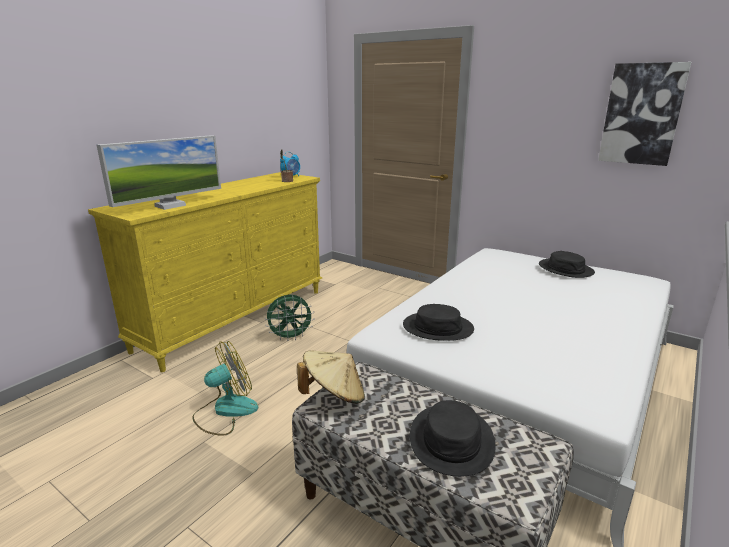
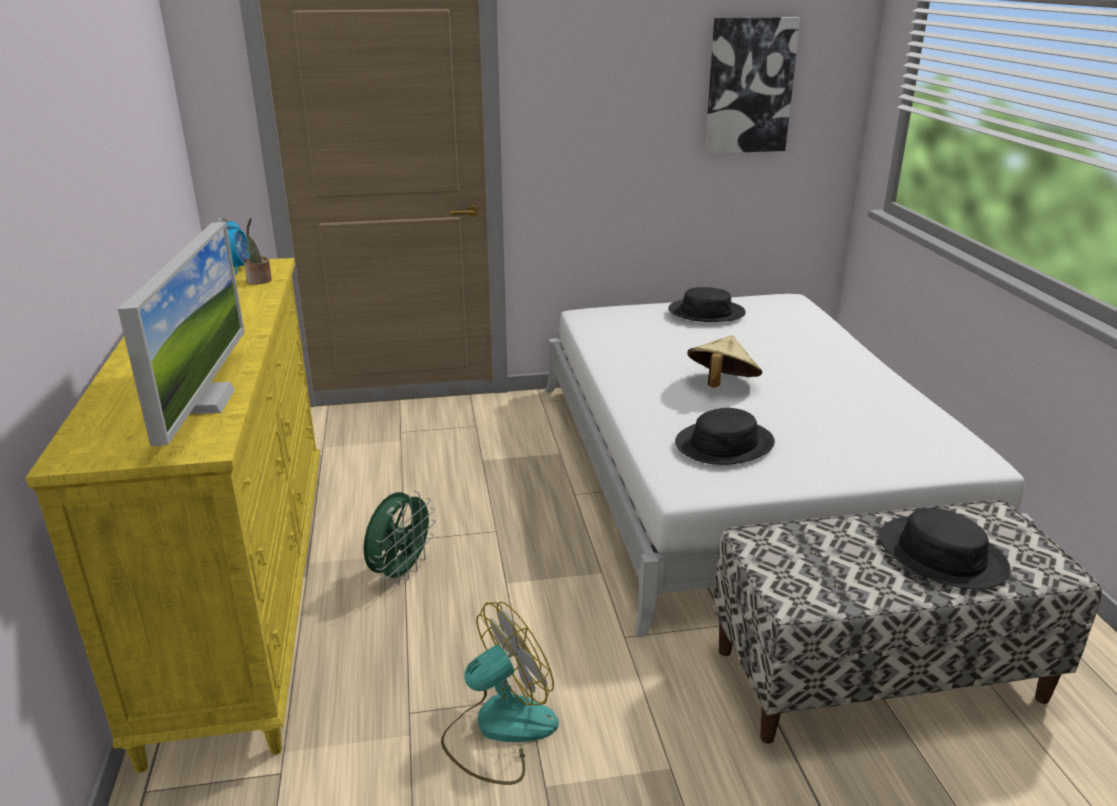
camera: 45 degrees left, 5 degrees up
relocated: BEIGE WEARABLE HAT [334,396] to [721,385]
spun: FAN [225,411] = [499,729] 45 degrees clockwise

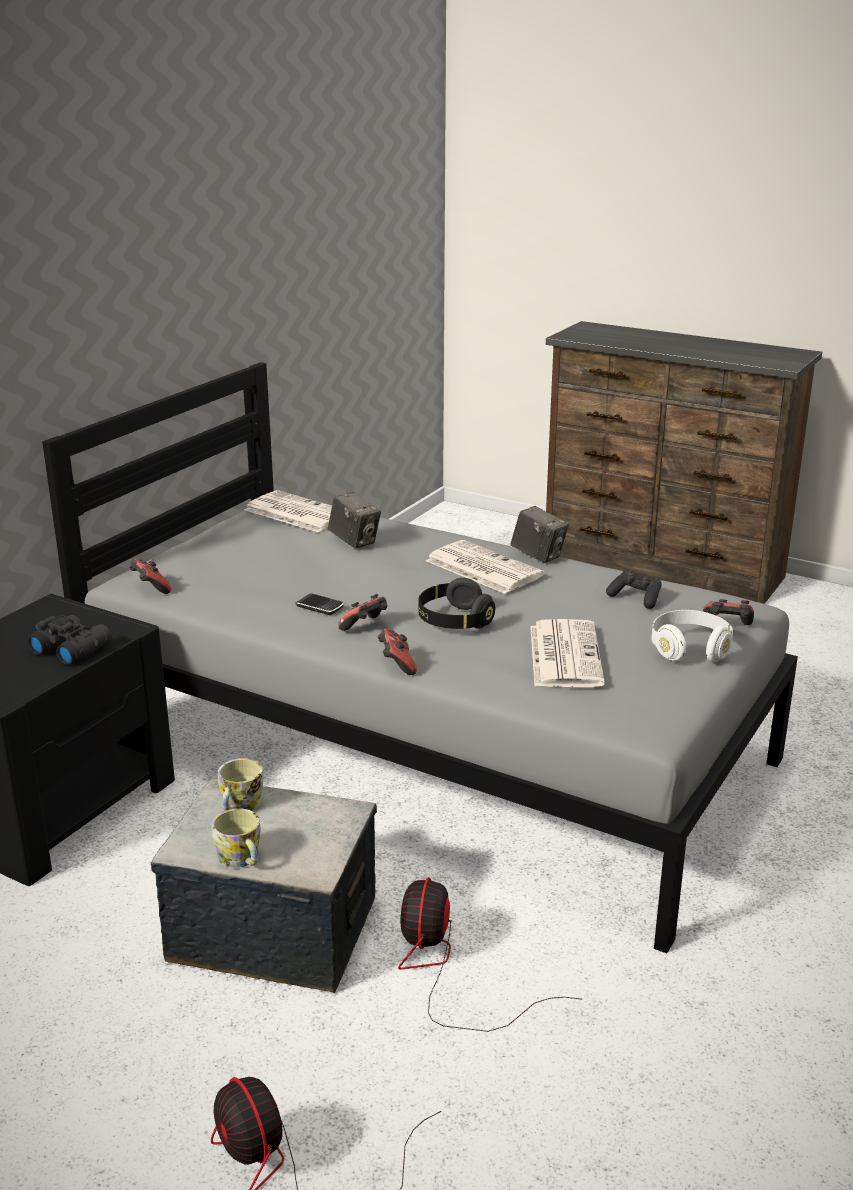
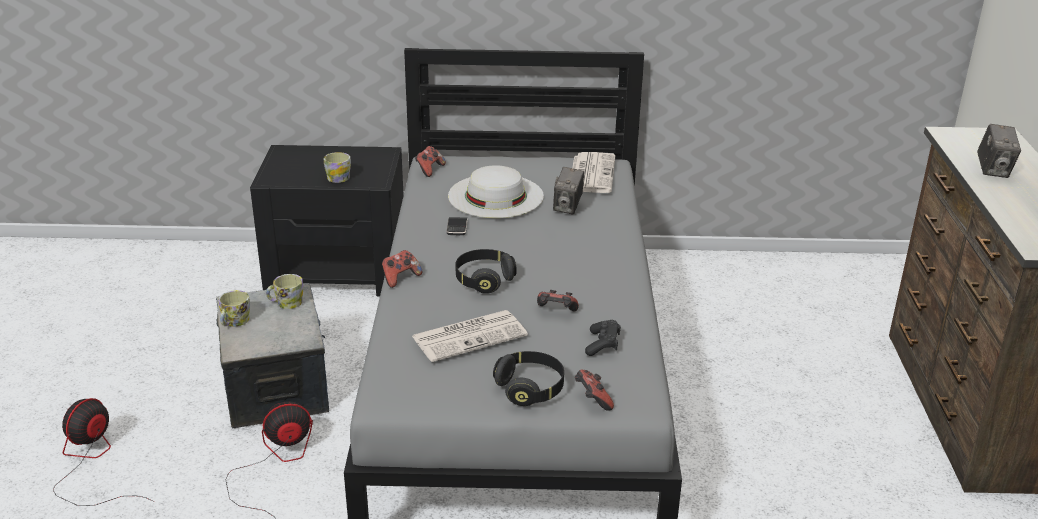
camera: 60 degrees right, 5 degrees up
missing: PRINTED PAPER [482,568]
appeared: WHITE WEARABLE HAT [495,196]
relocated: JOYPAD [365,627] to [556,312]; PHOTO CAMERA [538,556] to [993,170]
exchanged: BLACKISH BINOCULARS [71,648] to COFFEE MUG [339,176]
colour: WHITE PAIR OF HEADPHONES [689,649] to BLACKISH PAIR OF HEADPHONES [530,389]

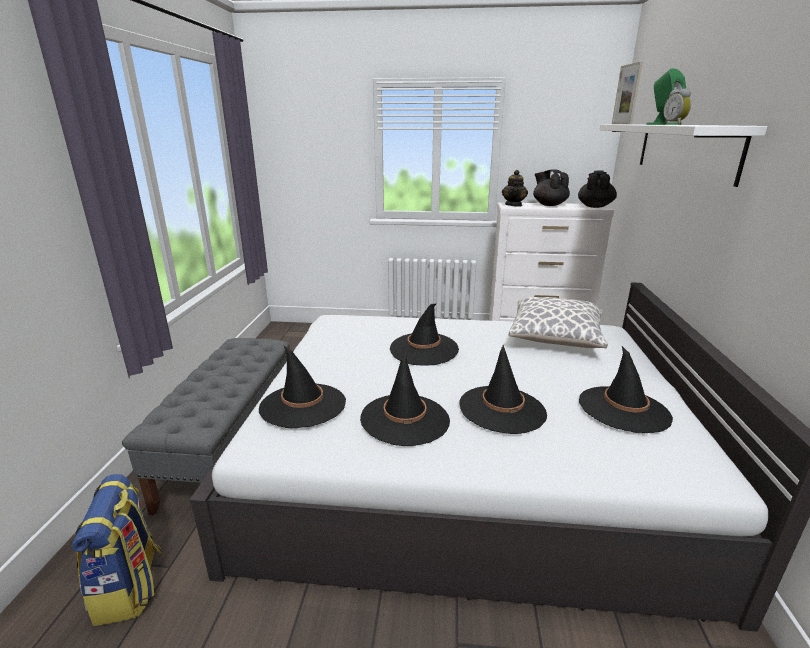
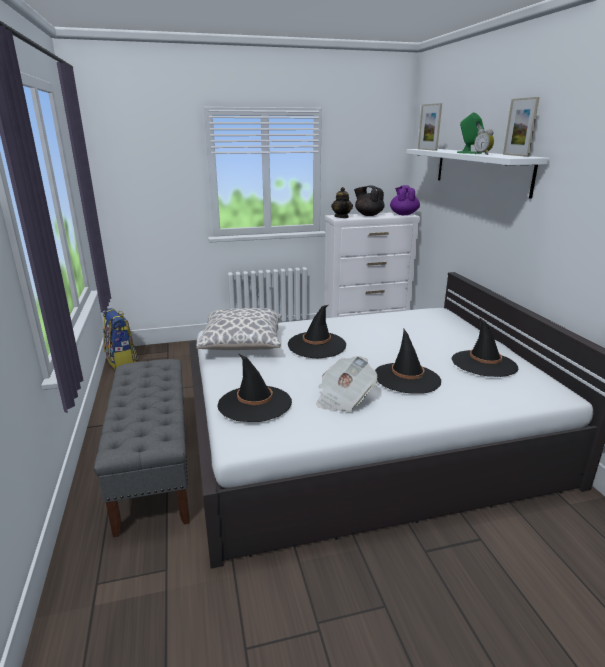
camera: 20 degrees left, 0 degrees up
appeared: PICTURE FRAME [515,155]
relocated: RUCKSACK [130,587] to [122,361]; THROW PILLOW [555,339] to [243,345]
exchanged: BLACKISH WEARABLE HAT [405,419] to PRINTED PAPER [343,398]
colour: BLACKISH TEAPOT [595,206] to PURPLISH TEAPOT [403,214]

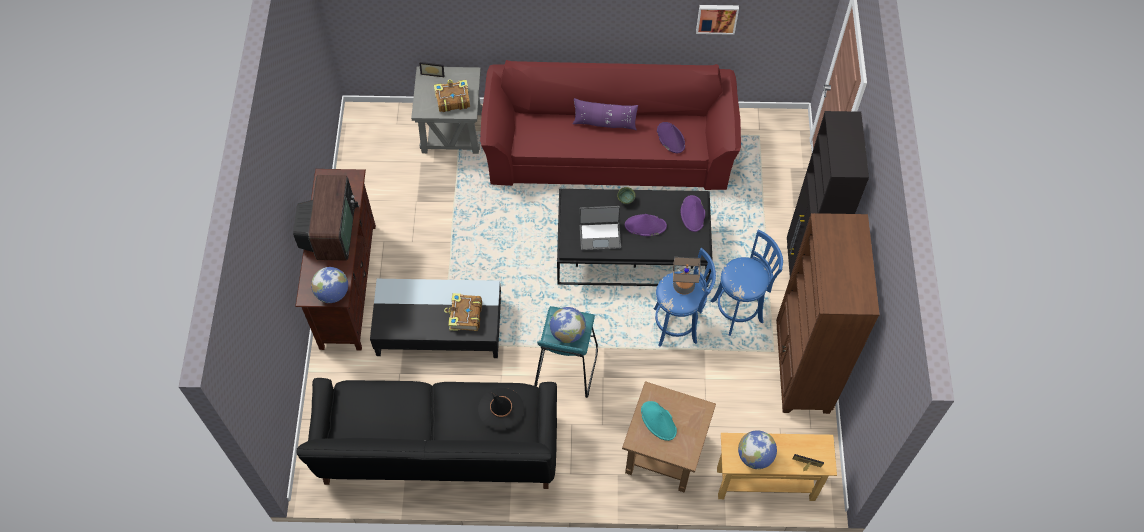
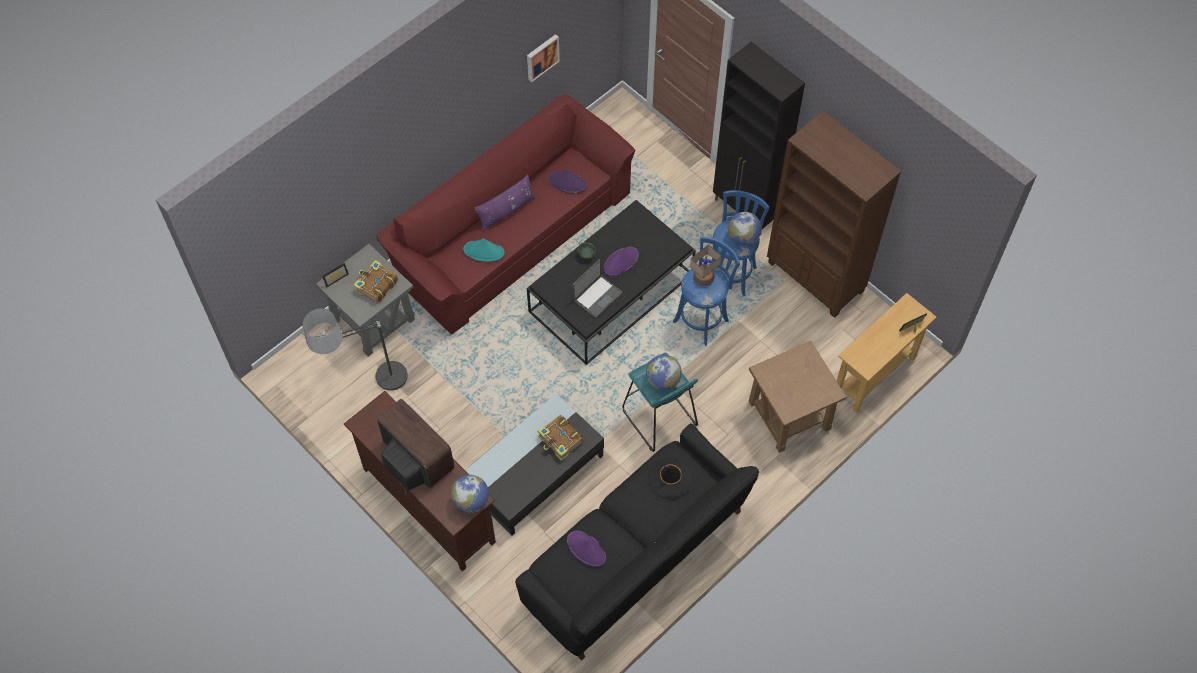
camera: 45 degrees left, 0 degrees up
appeared: FLOOR LAMP [370,392]
relocated: BLUE-GREEN WEARABLE HAT [658,421] to [484,251]; PURPLISH WEARABLE HAT [693,214] to [586,549]; GLOBE [755,456] to [743,237]

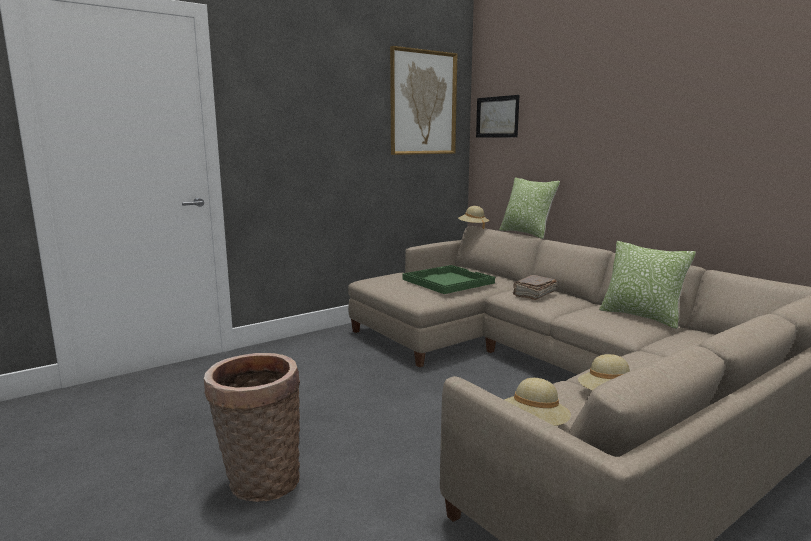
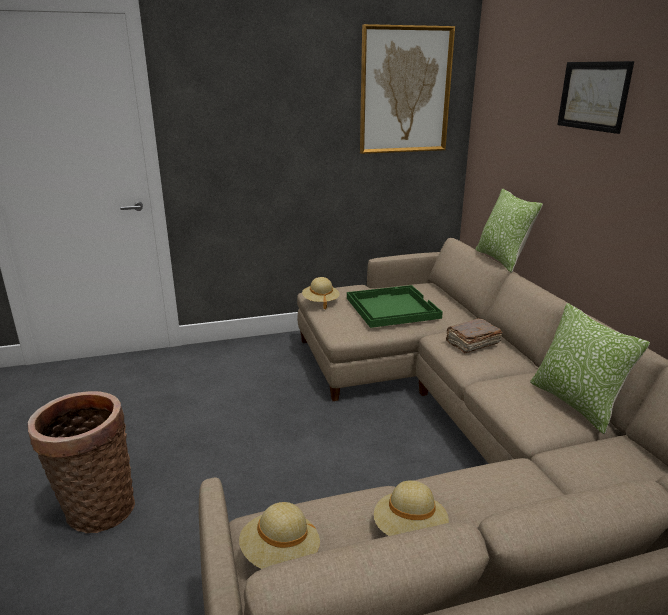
camera: 20 degrees right, 10 degrees up
relocated: BEIGE WEARABLE HAT [473,227] to [320,302]; WALL PICTURE [497,117] to [593,96]

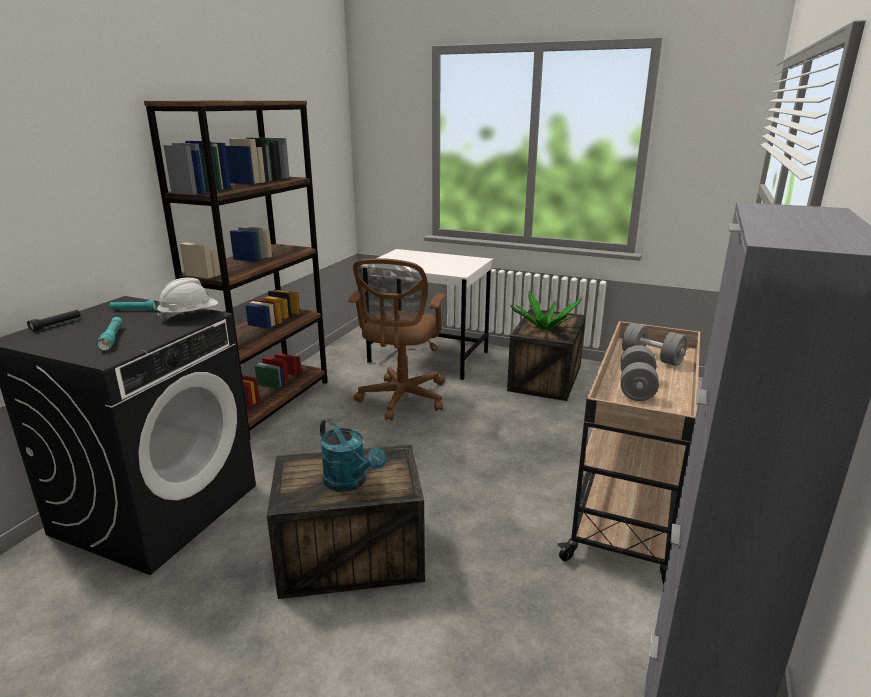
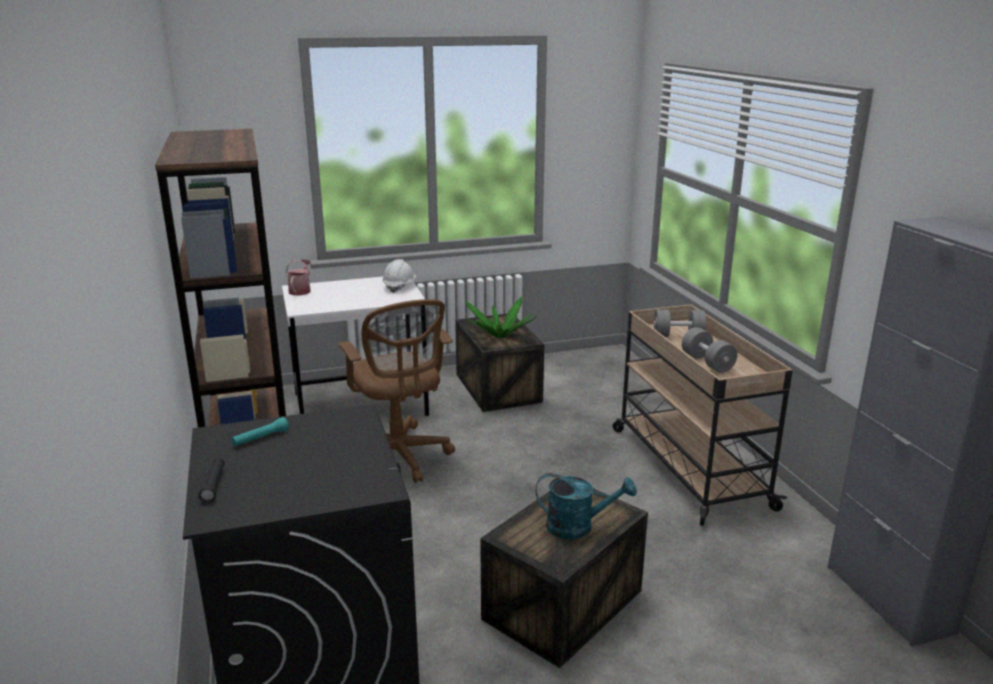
camera: 40 degrees left, 0 degrees up
missing: BLUE-GREEN HAND TORCH [112,338]
appeared: WATERING CAN [300,290]
relocated: WHITE HARD HAT [190,316] to [399,287]

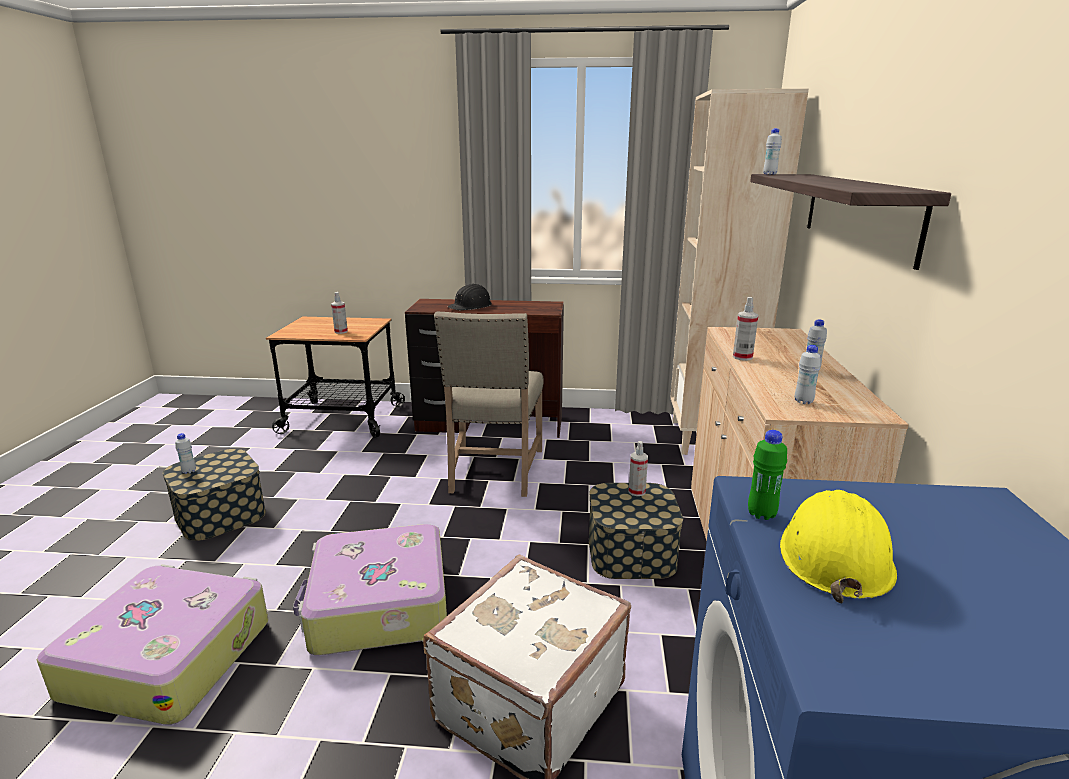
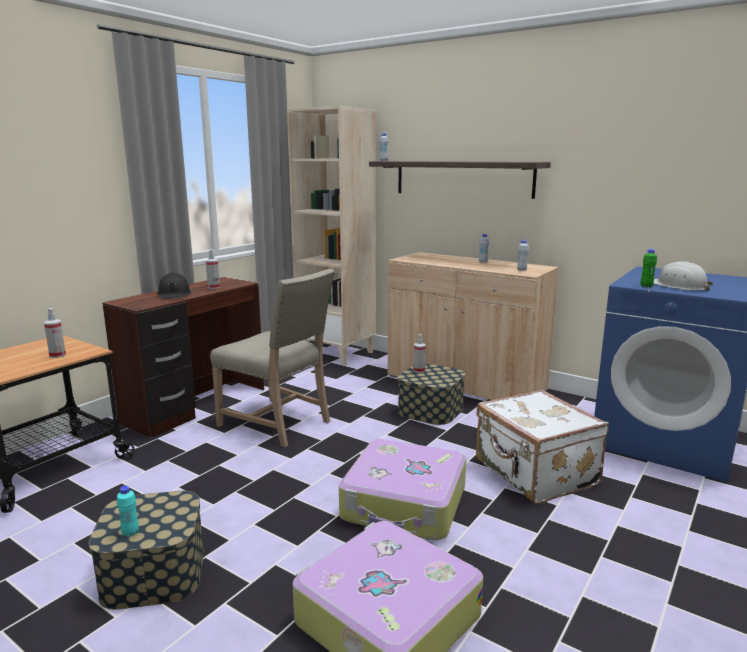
camera: 60 degrees left, 5 degrees down
relocated: HAND SPRAYER [742,357] to [213,287]
colour: WHITE BOTTLE [189,471] to BLUE-GREEN BOTTLE [130,533]; YELLOW HARD HAT [833,555] to WHITE HARD HAT [679,286]

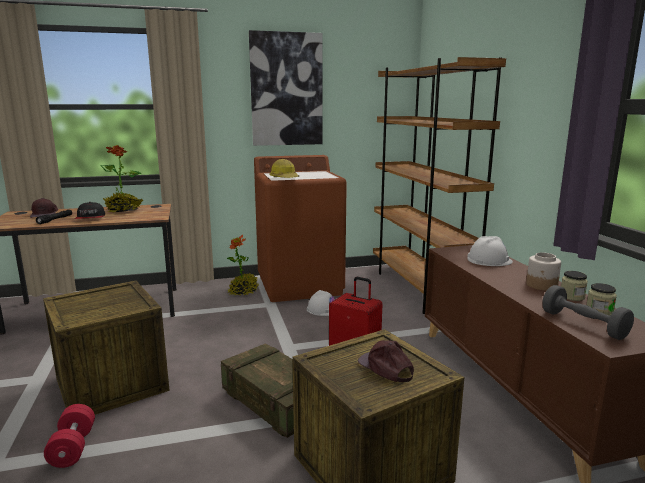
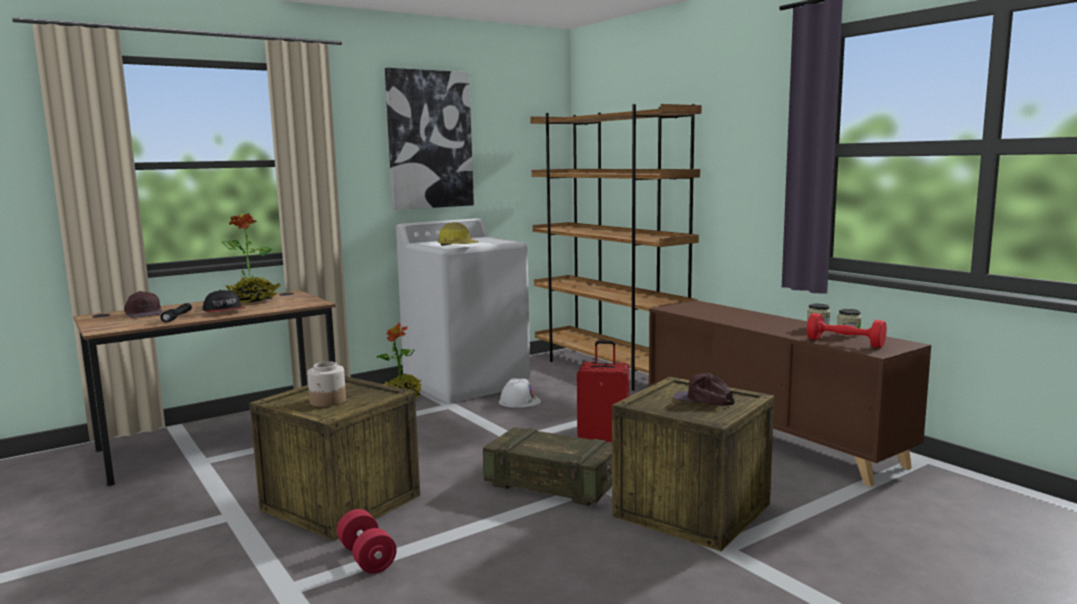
camera: 20 degrees left, 5 degrees down
missing: WHITE HARD HAT [489,260]
relocated: JAR [542,285] to [328,401]
colour: BROWN-COLOURED LAUNDRY APPLIANCE [300,285] to WHITE LAUNDRY APPLIANCE [467,383]; GRAY FREE WEIGHT [583,324] to RED FREE WEIGHT [845,343]

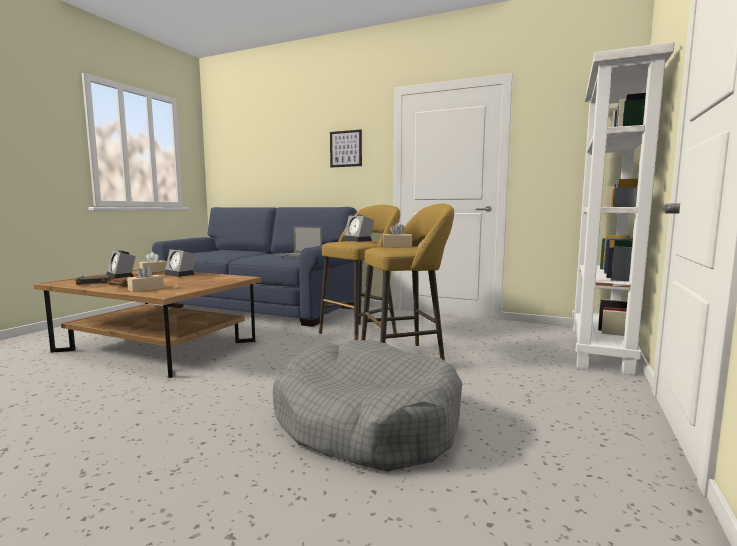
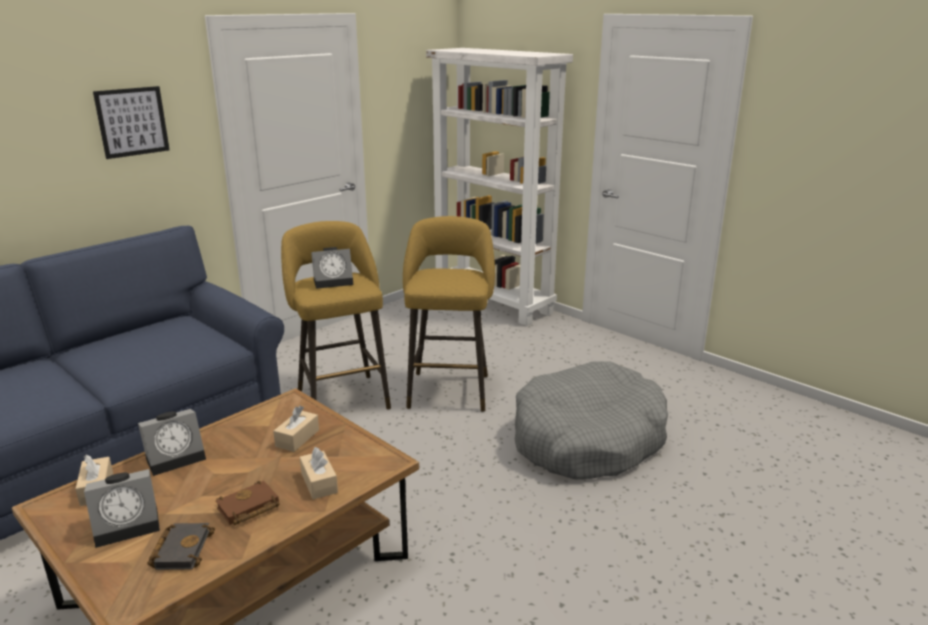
camera: 70 degrees left, 15 degrees up
missing: NOTEBOOK COMPUTER [299,256]
relocated: BEIGE TISSUE HOLDER [397,247] to [297,438]

